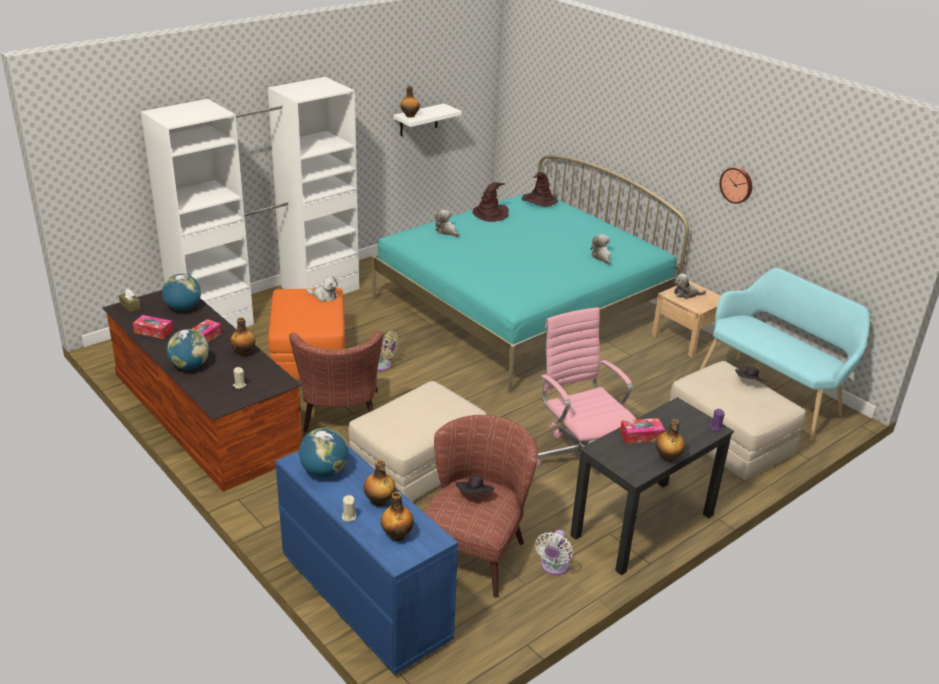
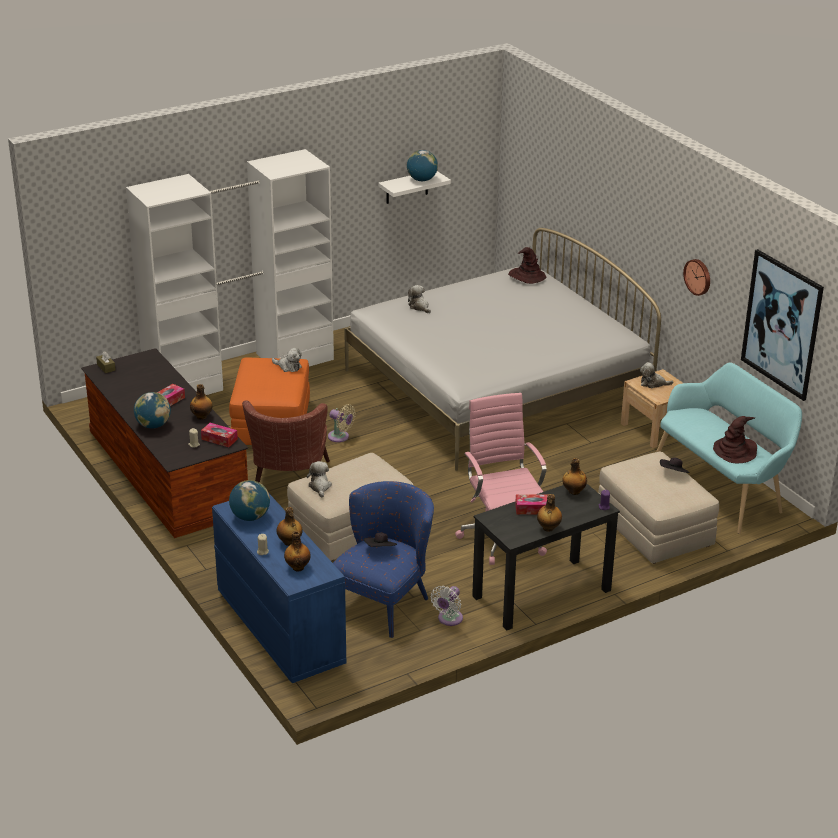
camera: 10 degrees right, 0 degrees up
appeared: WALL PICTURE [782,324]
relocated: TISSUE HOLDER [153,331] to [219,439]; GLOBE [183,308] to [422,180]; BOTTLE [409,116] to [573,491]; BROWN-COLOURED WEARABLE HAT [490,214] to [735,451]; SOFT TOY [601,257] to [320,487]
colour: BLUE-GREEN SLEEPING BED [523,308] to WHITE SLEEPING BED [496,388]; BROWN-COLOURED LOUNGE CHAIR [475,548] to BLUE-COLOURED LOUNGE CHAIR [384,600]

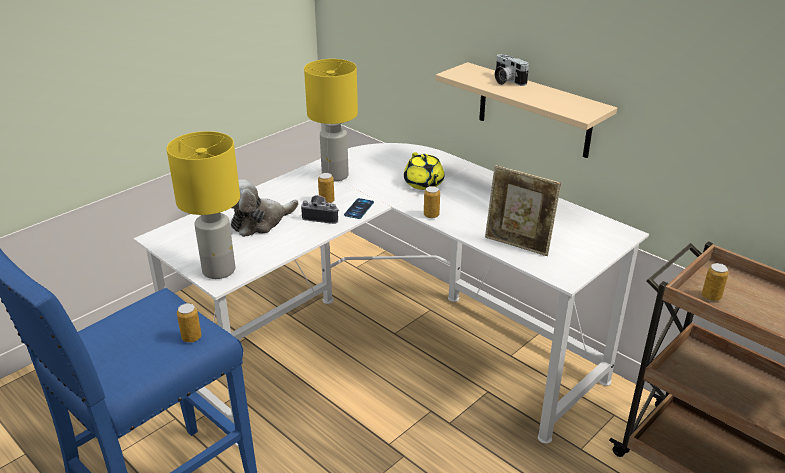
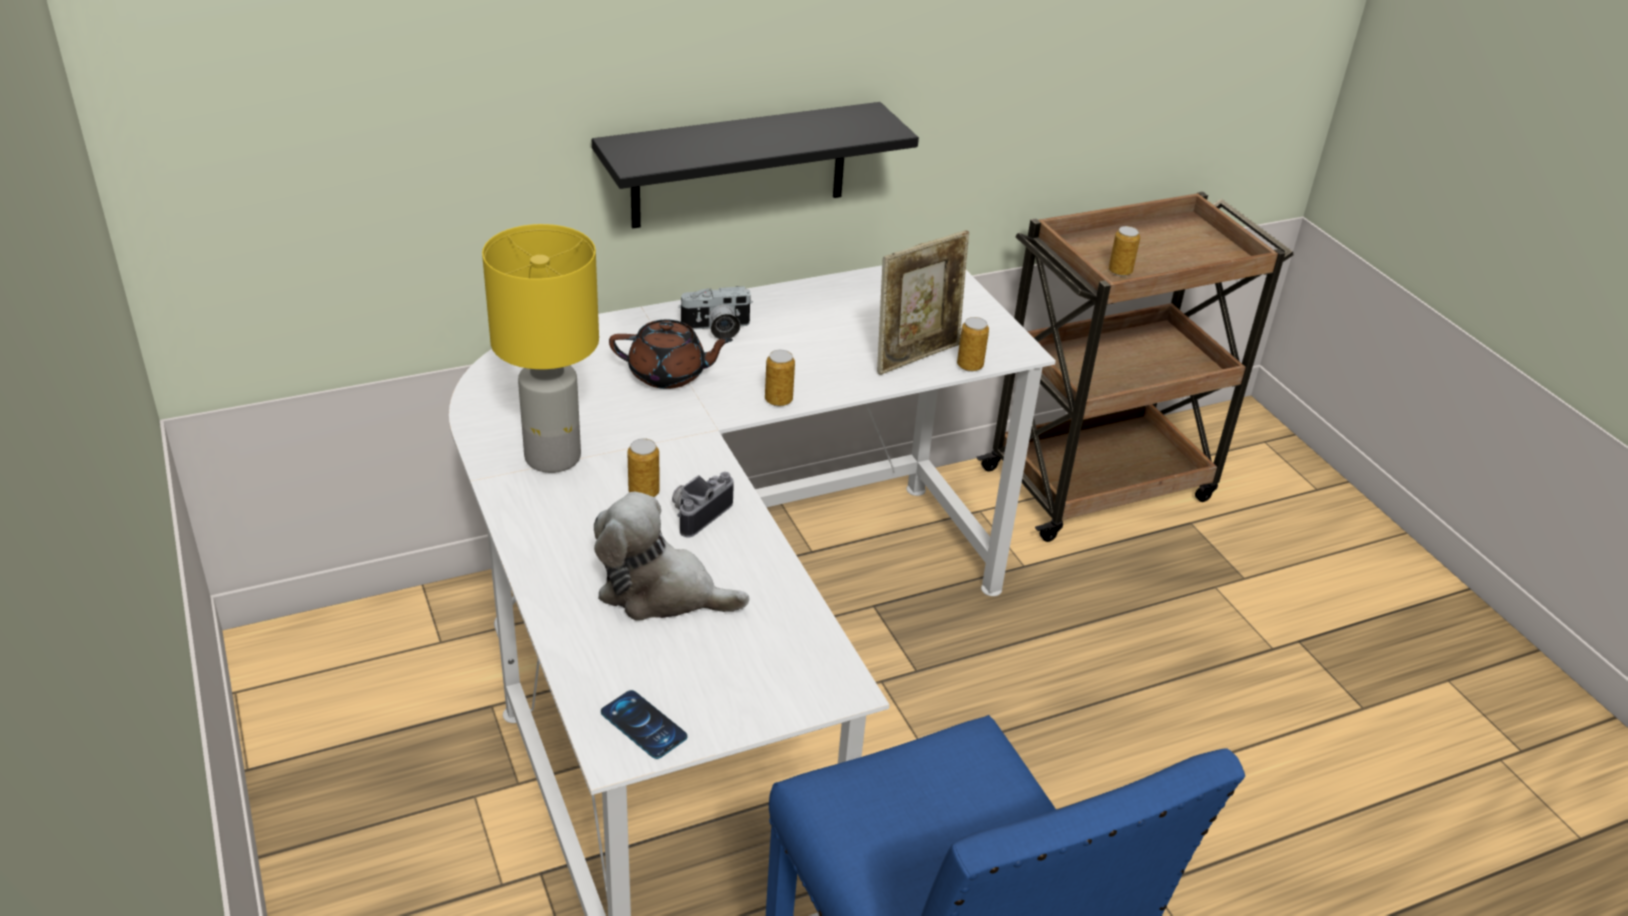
camera: 70 degrees left, 5 degrees up
missing: YELLOW TABLETOP LAMP [219,270]
relocated: METAL CAN [191,337] to [969,366]; PHONE [359,209] to [643,725]; PHOTO CAMERA [506,81] to [716,329]
colour: YELLOW TEAPOT [424,184] to BROWN-COLOURED TEAPOT [669,374]; BEIGE BRACKET SHELF [534,110] to BLACKISH BRACKET SHELF [739,165]
spun: SOFT TOY [260,222] = [661,592] 120 degrees clockwise

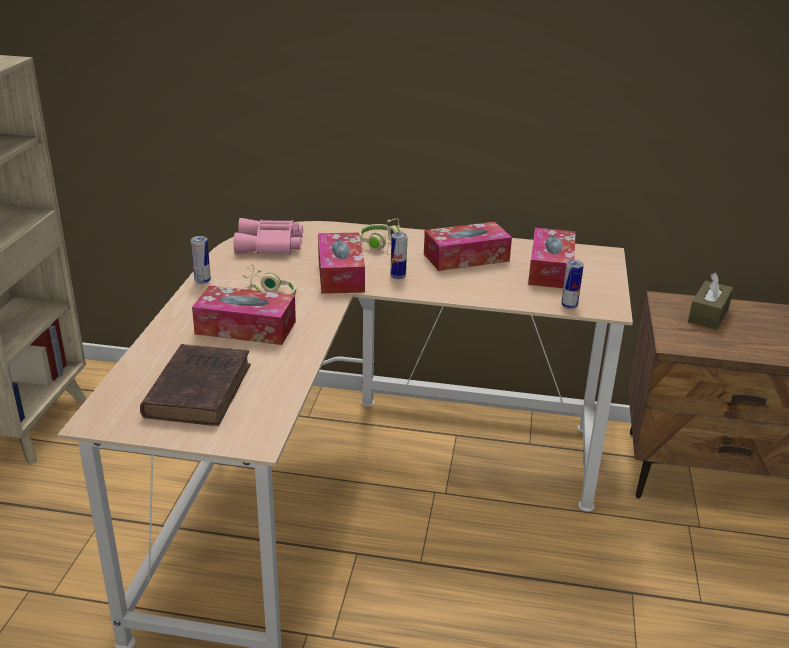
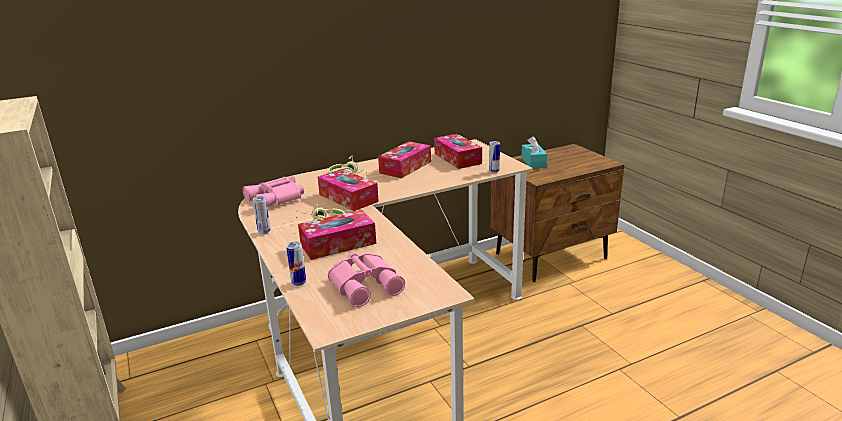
camera: 35 degrees left, 5 degrees down
relocated: METAL CAN [398,276] to [299,283]
exchanged: BROWN-COLOURED VOLUME [199,389] to PINKISH BINOCULARS [366,284]
colour: BROWN-COLOURED TISSUE HOLDER [708,314] to BLUE-GREEN TISSUE HOLDER [533,162]

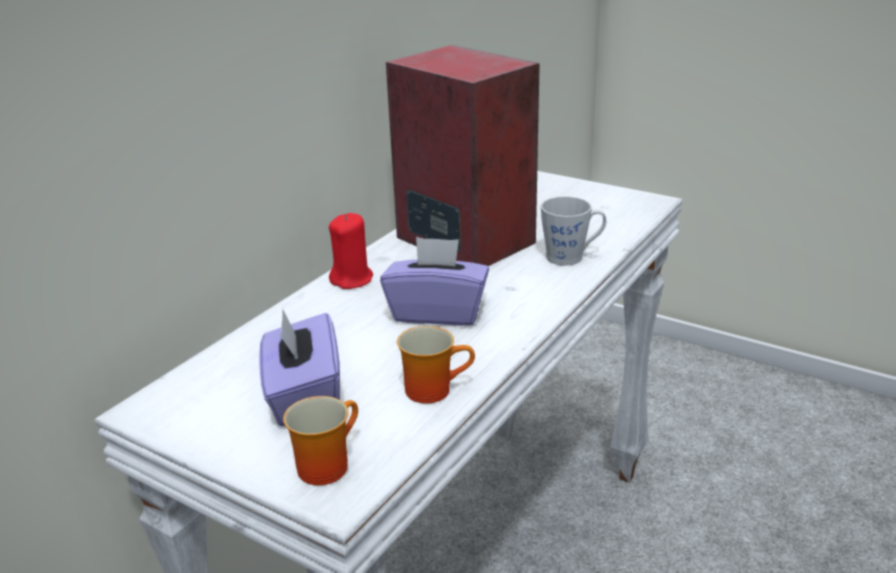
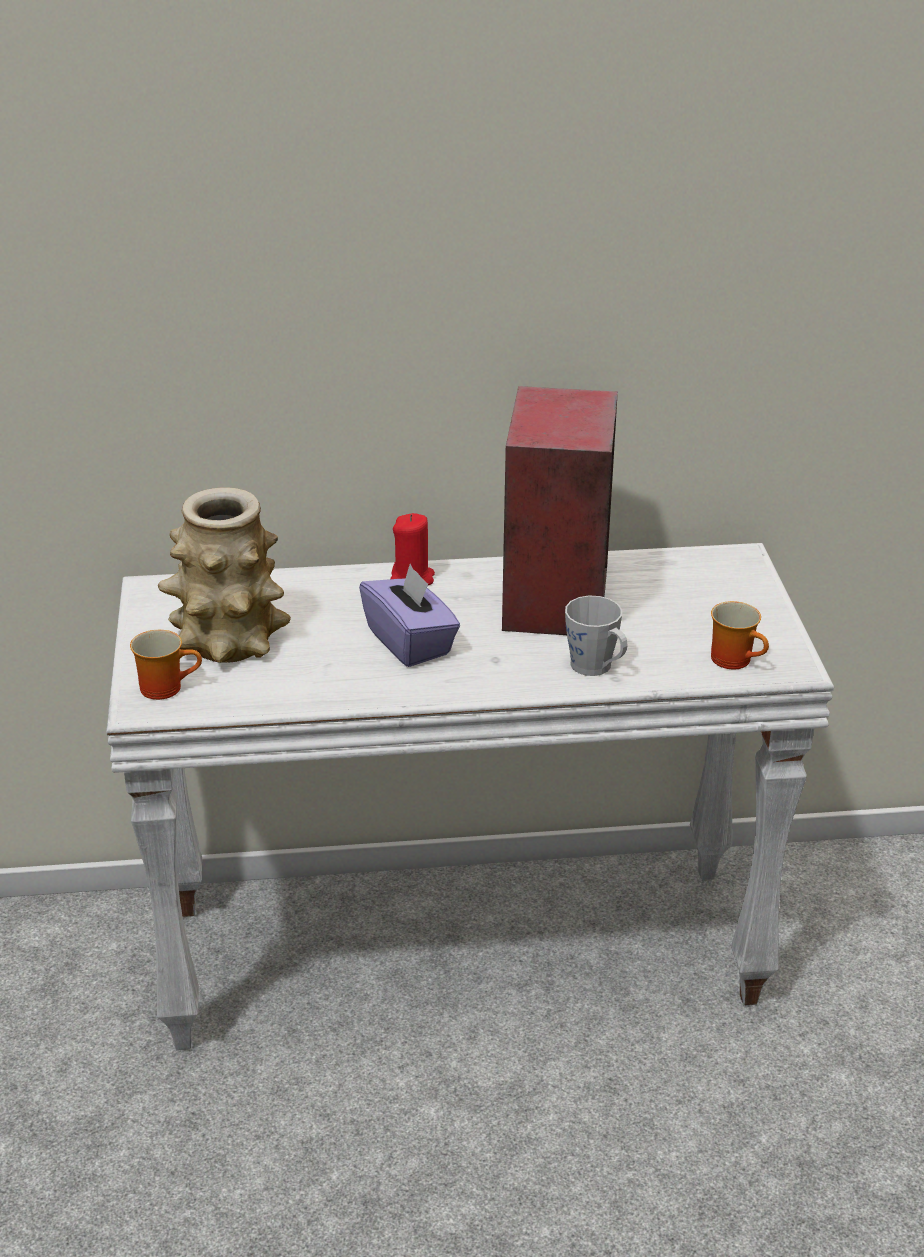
camera: 50 degrees right, 5 degrees up
relocated: COFFEE MUG [433,388] to [736,659]
exchanged: PURPLISH TISSUE HOLDER [304,397] to FLOWER VASE [228,641]

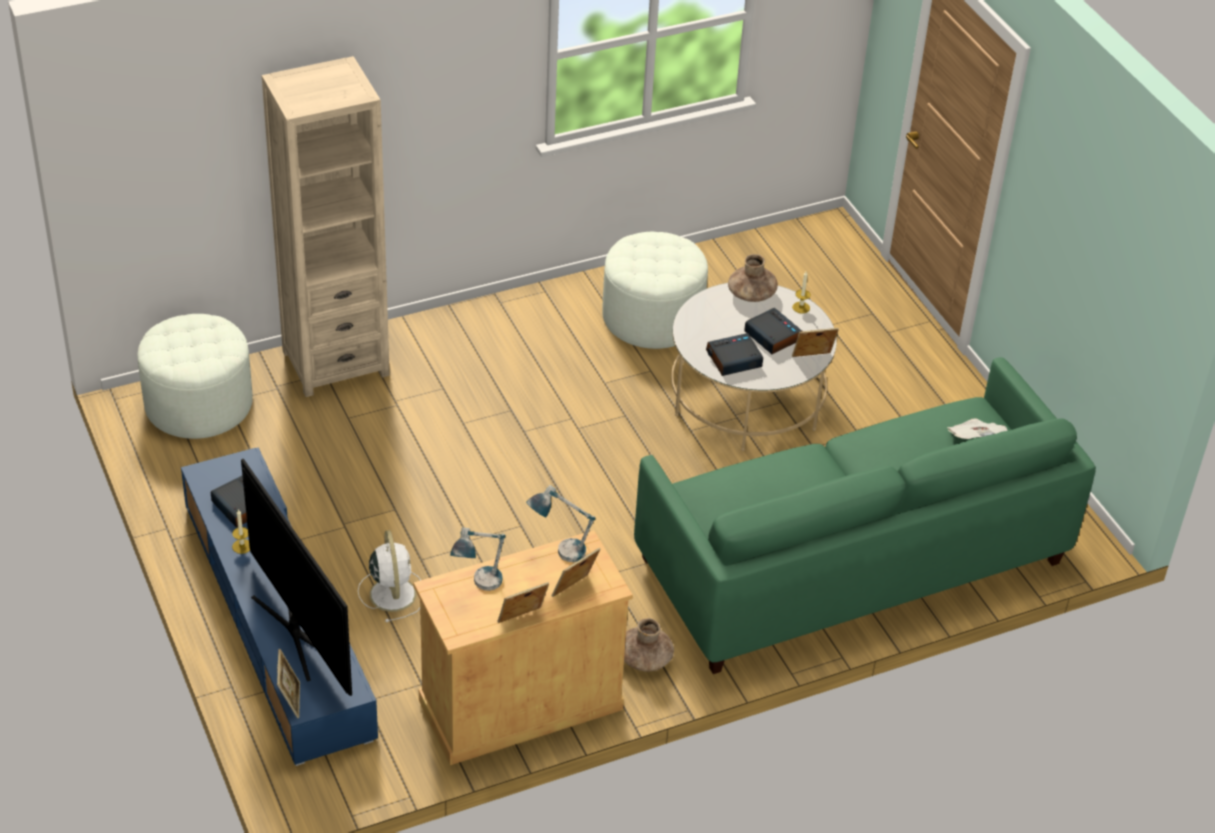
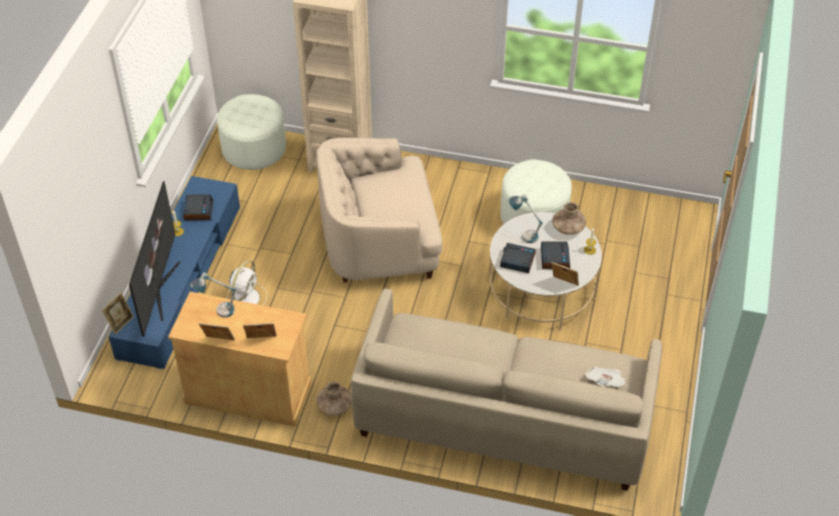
camera: 40 degrees right, 5 degrees up
appeared: BEIGE LOUNGE CHAIR [379,242]
relocated: TABLETOP LAMP [559,552] to [523,234]
colour: GREEN-COLOURED SETTEE [851,561] to BEIGE SETTEE [503,417]

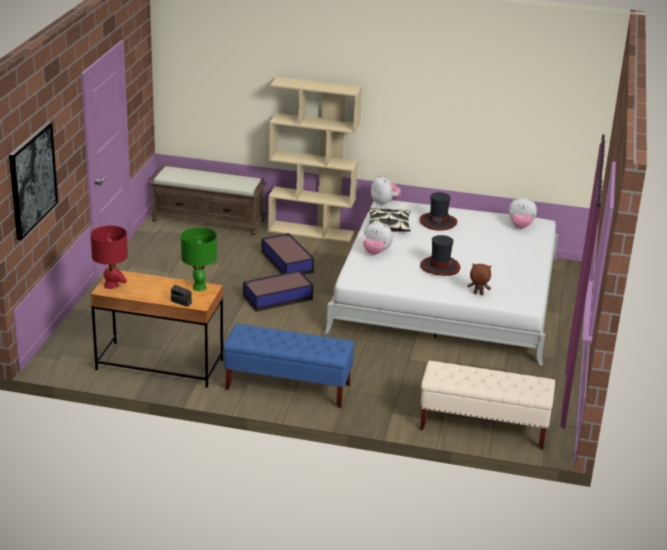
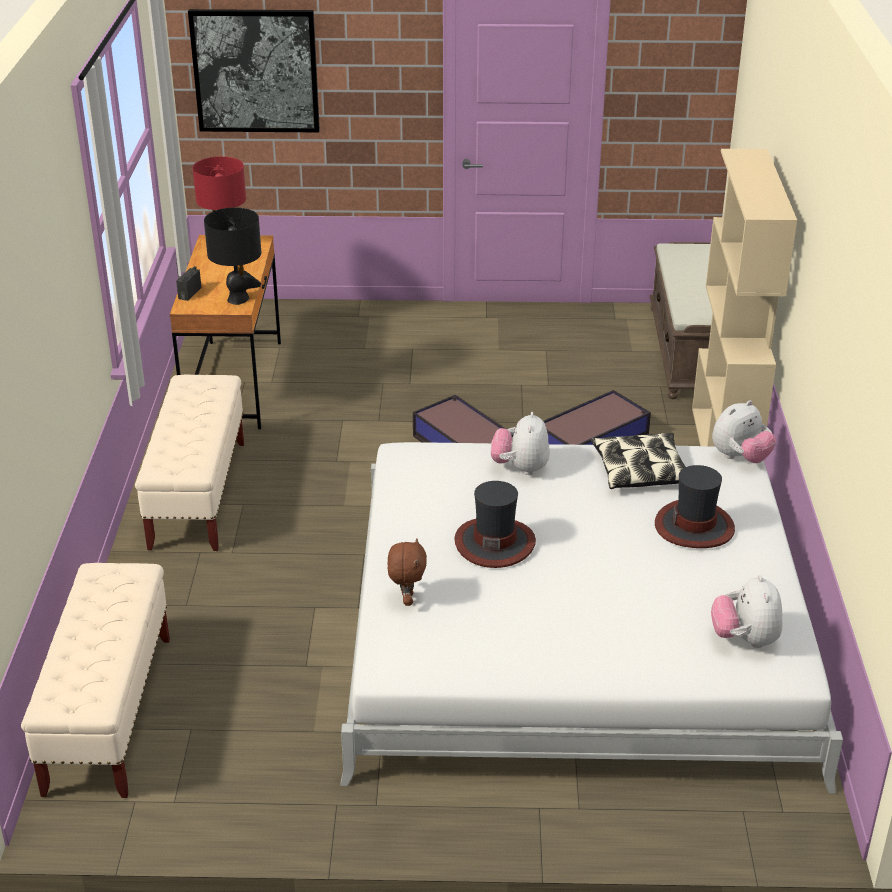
camera: 80 degrees right, 5 degrees up
colour: GREEN-COLOURED TABLETOP LAMP [199,287] to BLACKISH TABLETOP LAMP [238,299]; BLUE-COLOURED BENCH [287,387] to BEIGE BENCH [198,494]

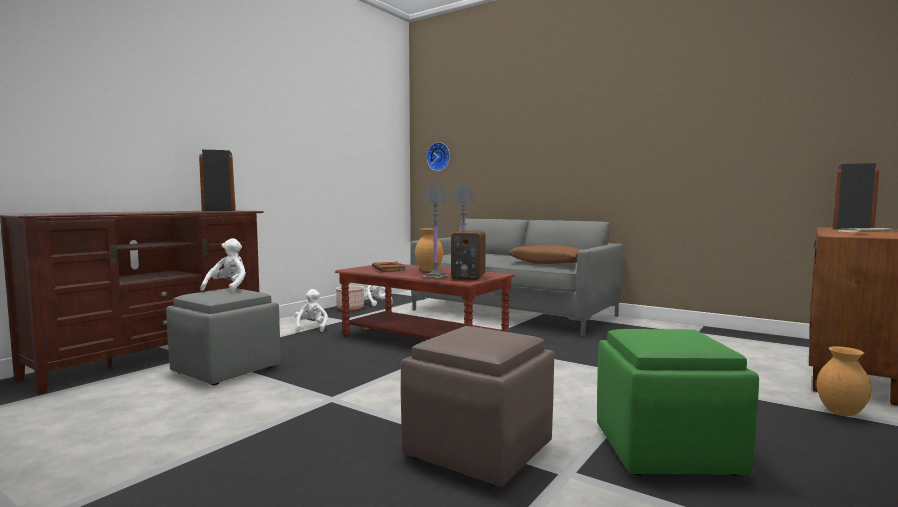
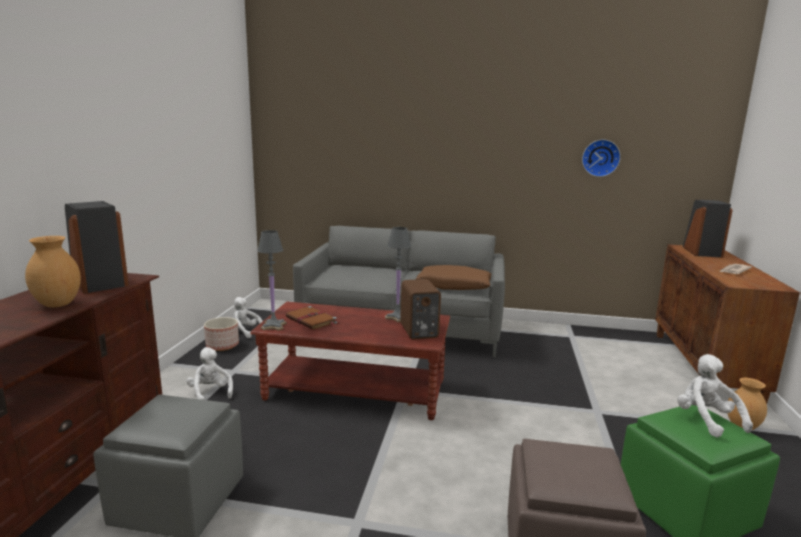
camera: 25 degrees left, 10 degrees up
relocated: WHITE SOFT TOY [228,289] to [706,420]; BROWN-COLOURED FLOWER VASE [428,270] to [57,305]; GRAY TABLETOP LAMP [435,277] to [274,326]; WALL CLOCK [439,156] to [600,158]

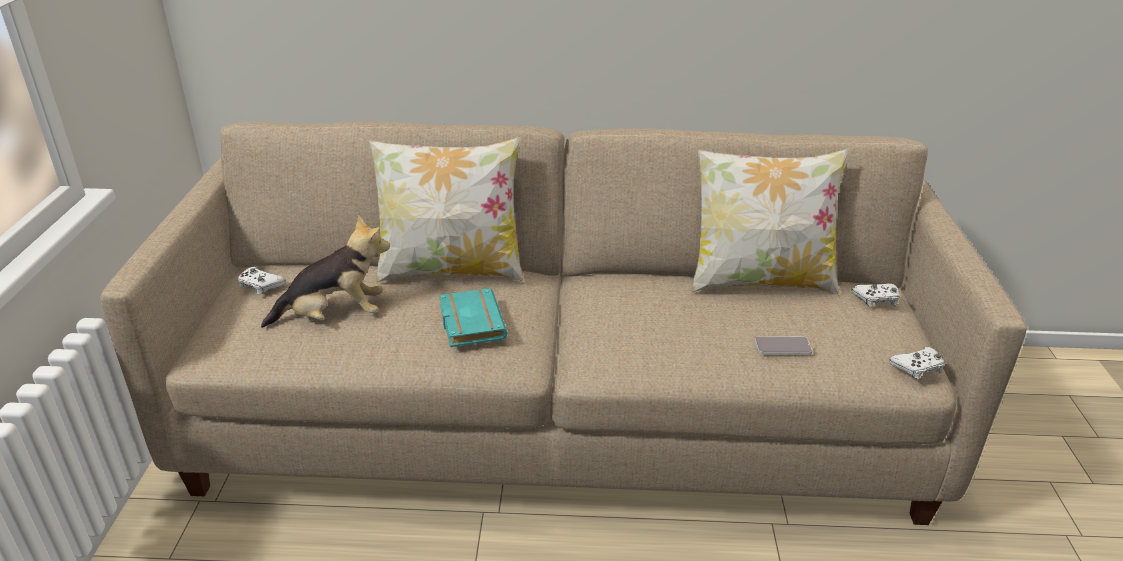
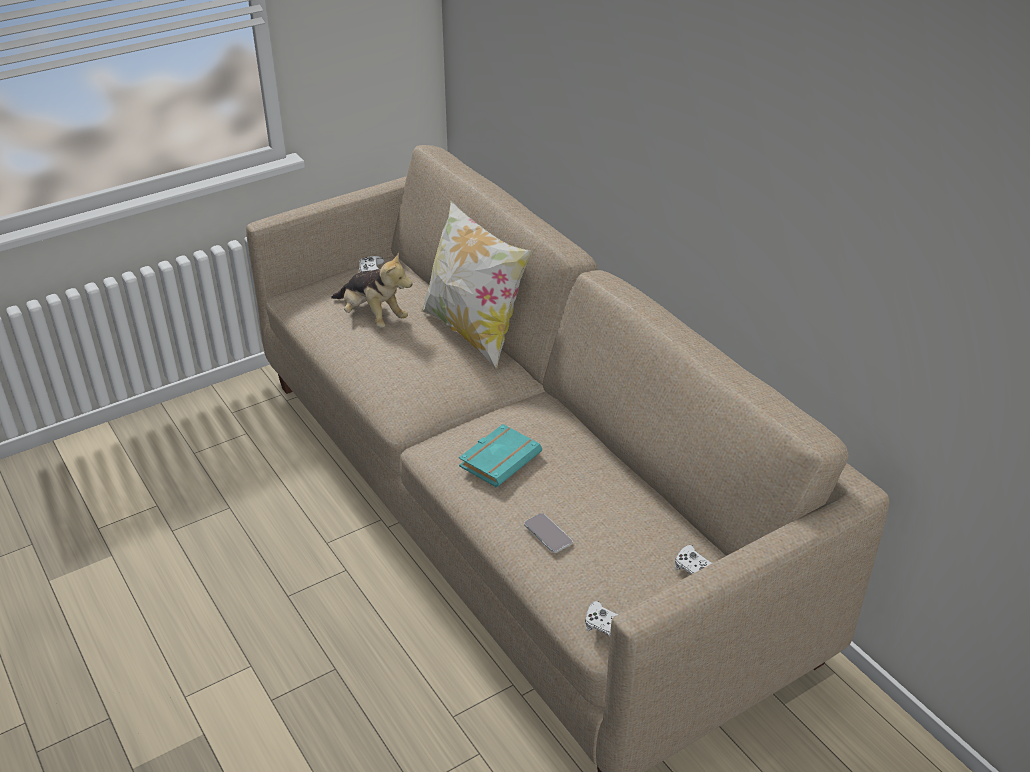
camera: 55 degrees right, 5 degrees up
missing: THROW PILLOW [759,281]
relocated: BLUE-GREEN VOLUME [469,322] to [499,459]

